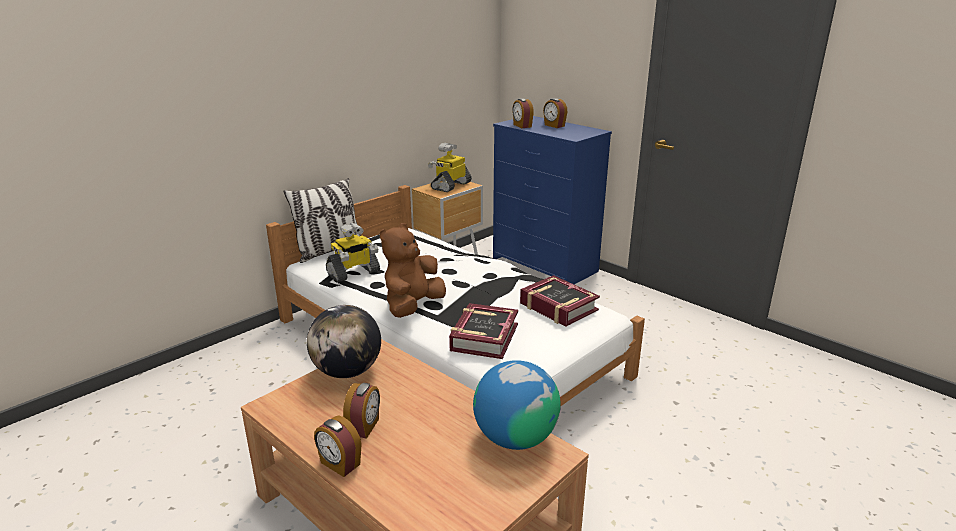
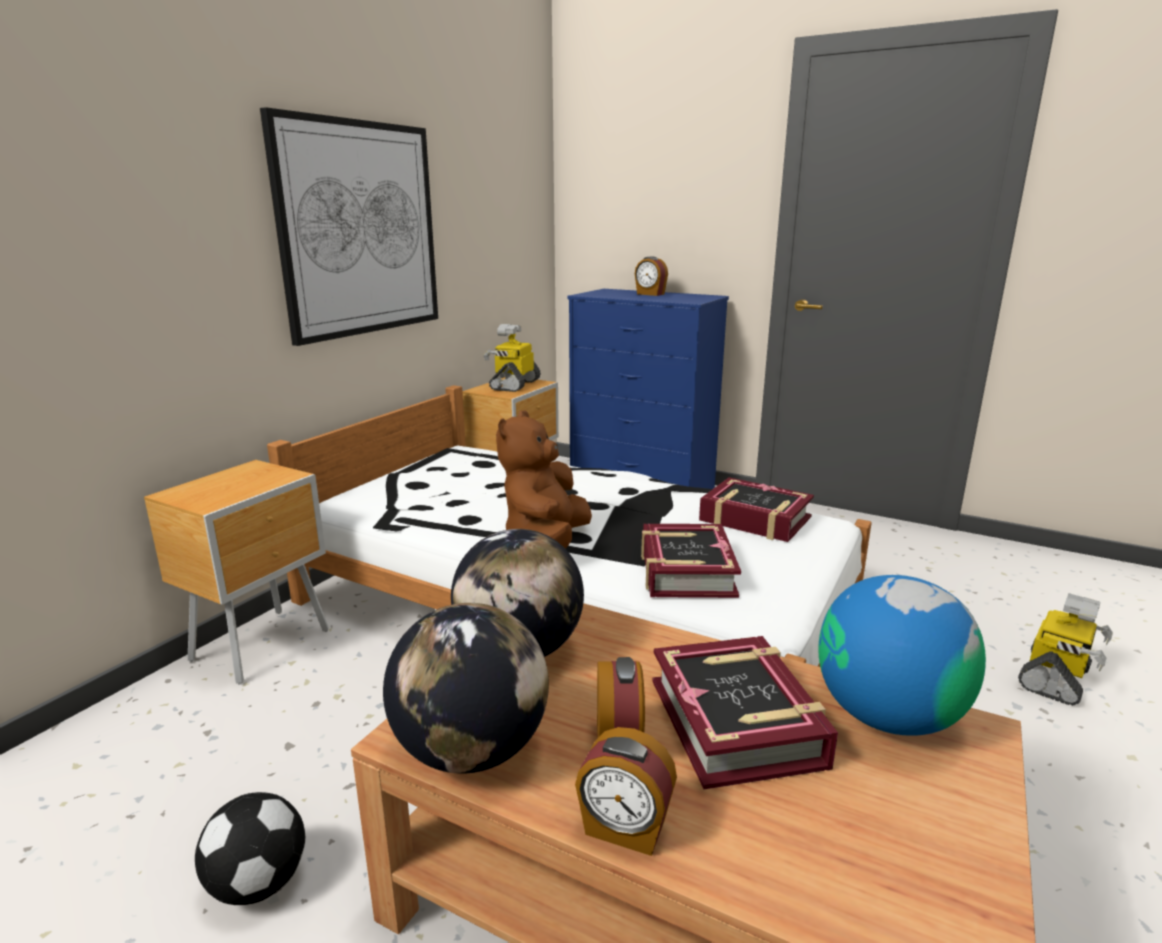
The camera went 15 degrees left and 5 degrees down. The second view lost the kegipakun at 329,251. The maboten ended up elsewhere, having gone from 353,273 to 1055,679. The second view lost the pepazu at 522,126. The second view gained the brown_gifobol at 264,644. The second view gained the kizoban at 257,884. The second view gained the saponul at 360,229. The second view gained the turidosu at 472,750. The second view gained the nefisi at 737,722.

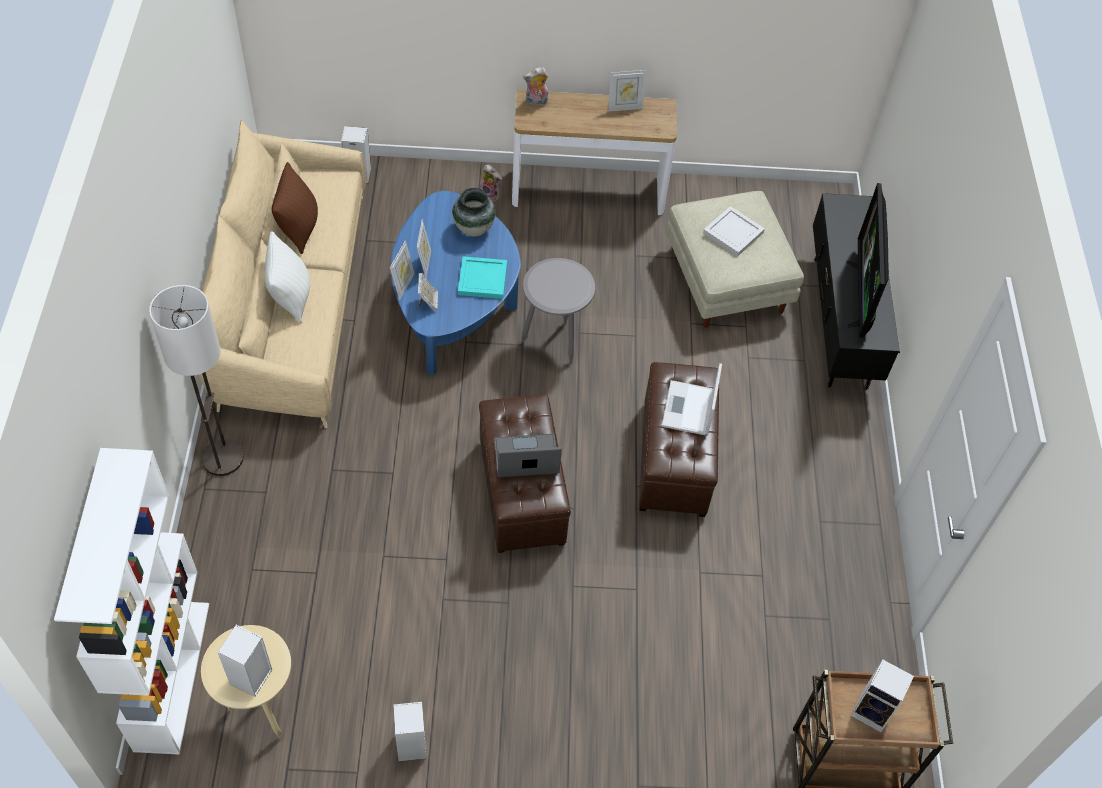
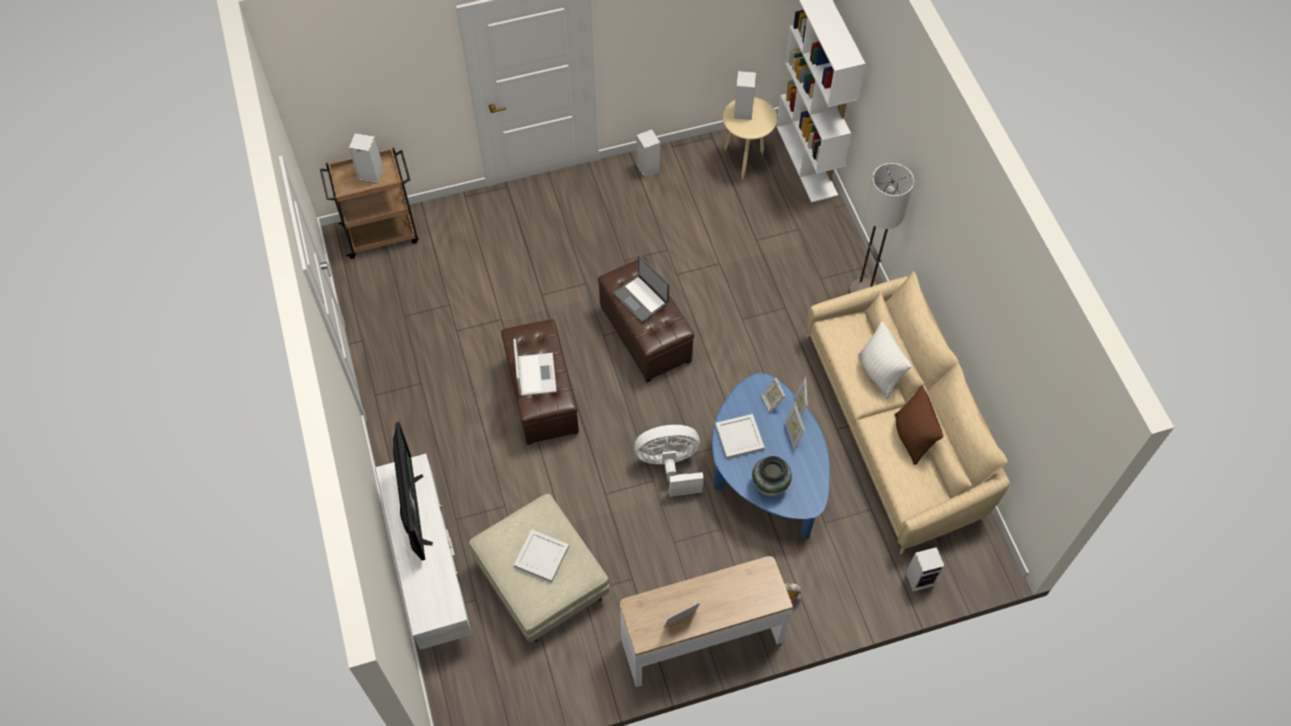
The camera went 165 degrees right and 5 degrees up. What was the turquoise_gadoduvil at 483,280 turned into the white_gadoduvil at 738,437. The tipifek at 526,458 ended up facing another way, 75 degrees clockwise from before. Where the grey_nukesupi stood at 554,340, the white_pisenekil came to stand at 670,466. The second view lost the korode at 536,102. What was the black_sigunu at 839,322 turned into the white_sigunu at 431,570.

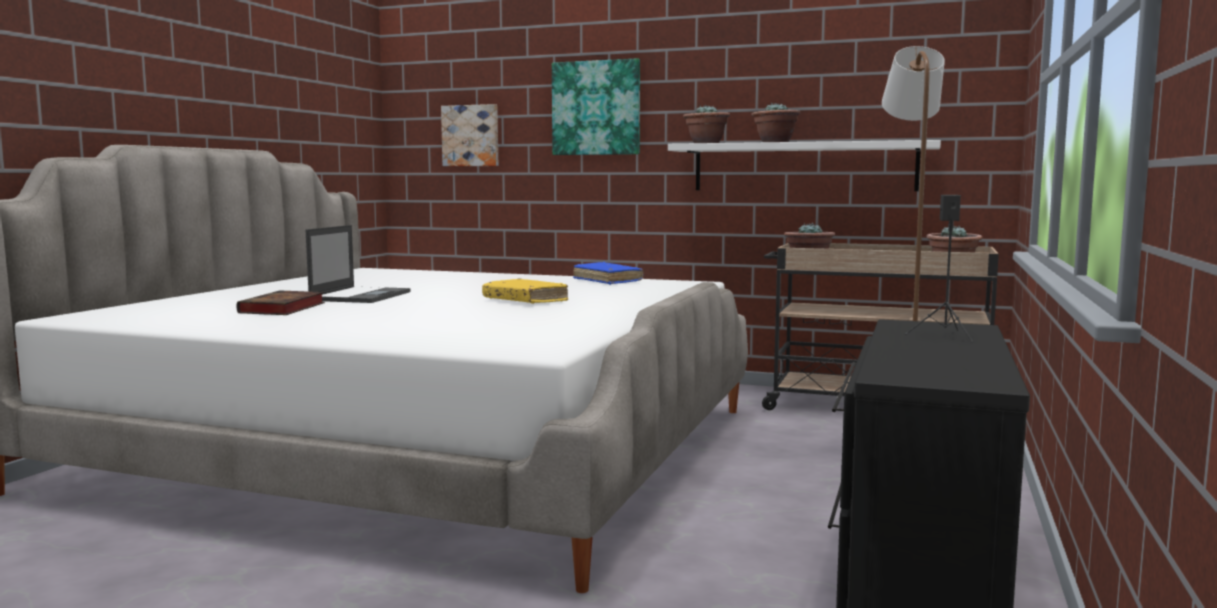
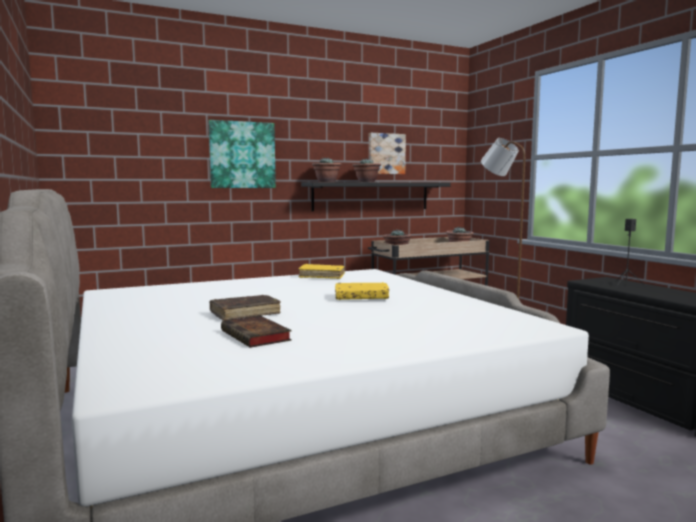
The camera went 45 degrees left and 0 degrees up. Where the tipifek stood at 361,296, the brown_nefisi came to stand at 245,314. The saponul ended up elsewhere, having gone from 471,136 to 386,154. What was the blue_nefisi at 607,281 turned into the yellow_nefisi at 322,276. What was the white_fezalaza at 803,167 turned into the black_fezalaza at 371,196.

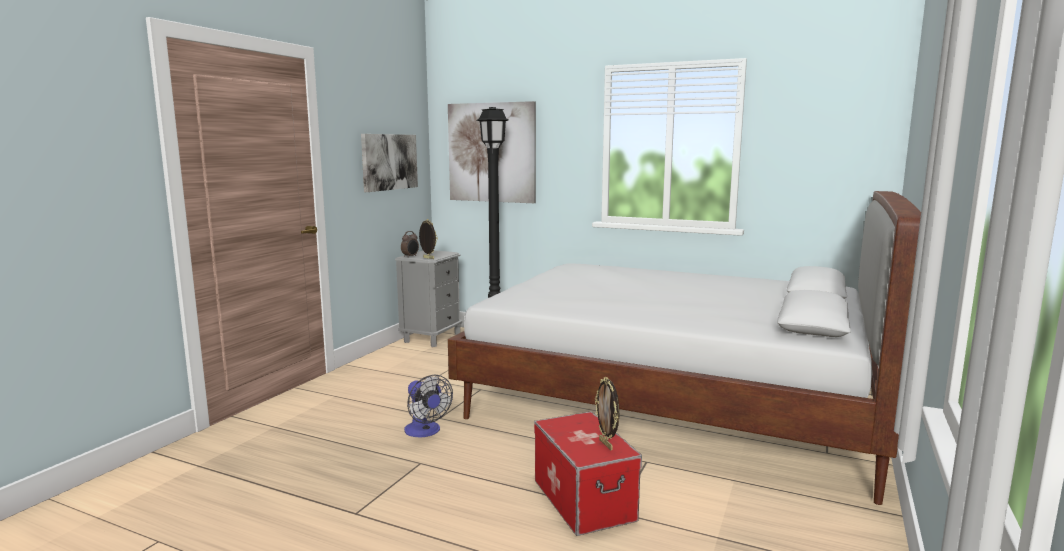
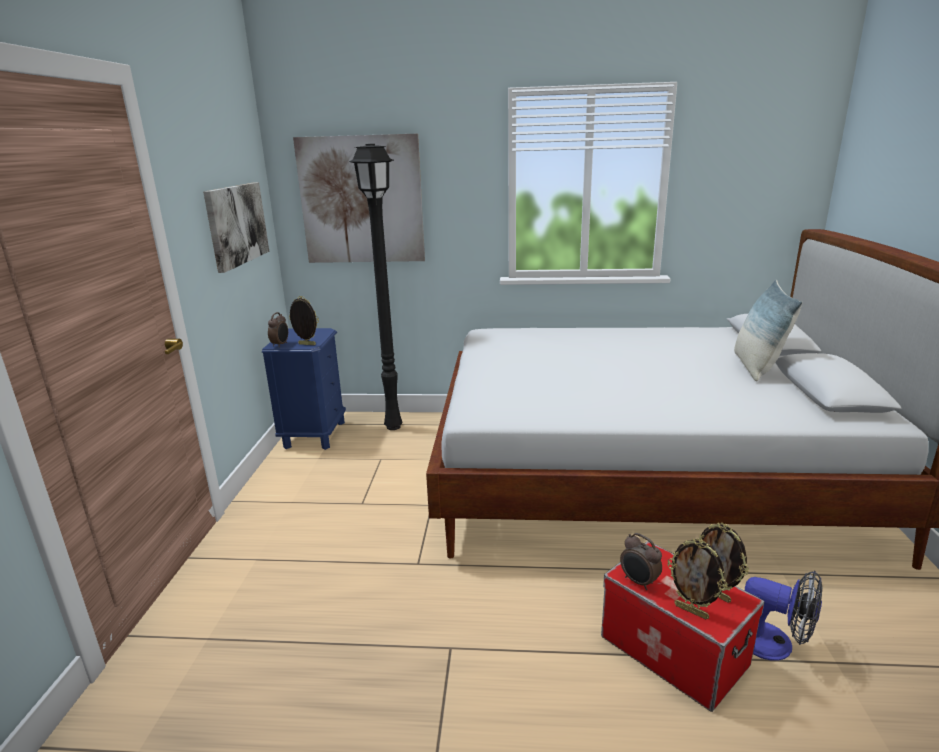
The camera went 20 degrees left and 10 degrees up. What was the grey_gifobol at 432,337 turned into the blue_gifobol at 314,434. The pisenekil ended up elsewhere, having gone from 425,432 to 774,644. The second view gained the pepazu at 638,582. The second view gained the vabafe at 691,611. The second view gained the kegipakun at 756,367.

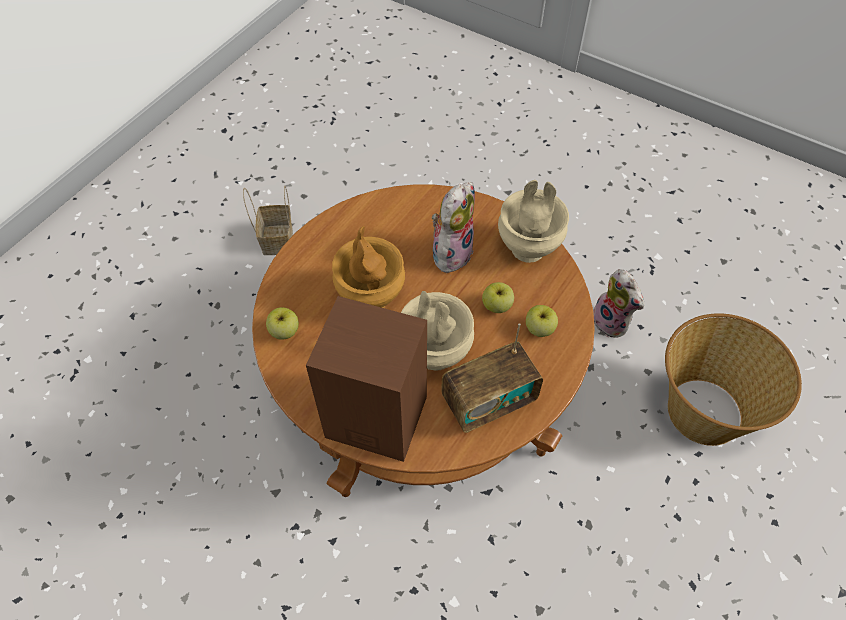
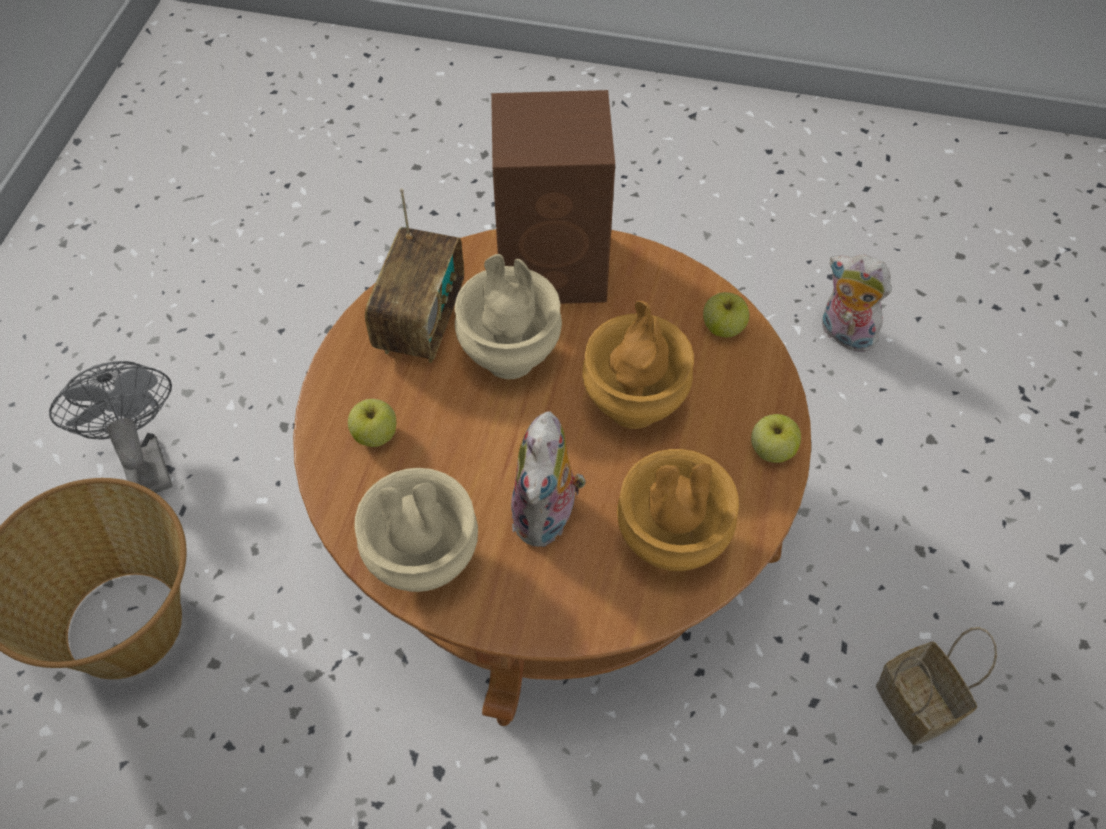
The camera went 160 degrees right and 0 degrees up. The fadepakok at 488,402 ended up facing another way, 150 degrees clockwise from before. The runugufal ended up elsewhere, having gone from 497,306 to 772,450. The korode ended up elsewhere, having gone from 612,322 to 843,335. The second view gained the grey_pisenekil at 142,460. The second view gained the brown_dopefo at 669,544.

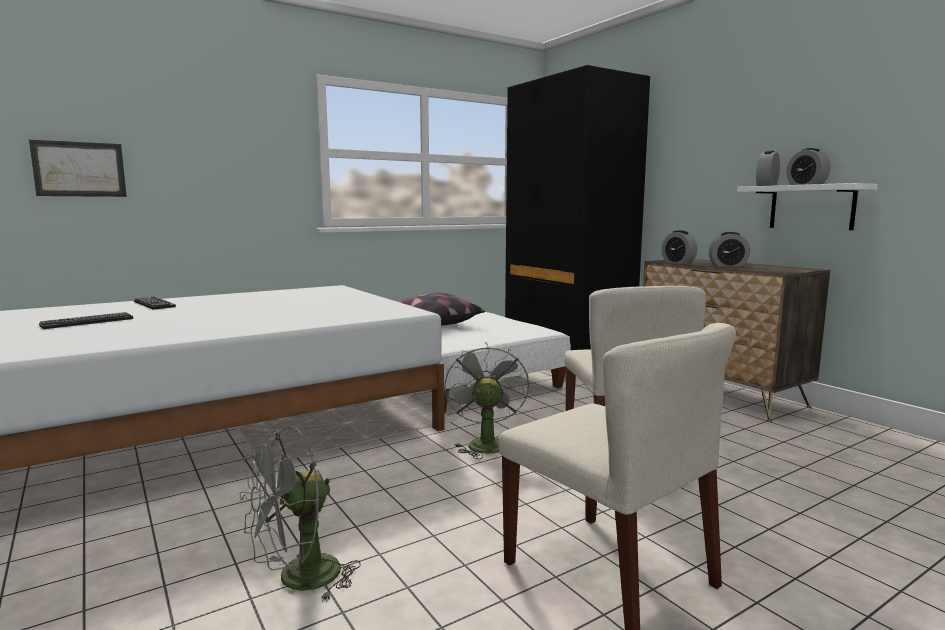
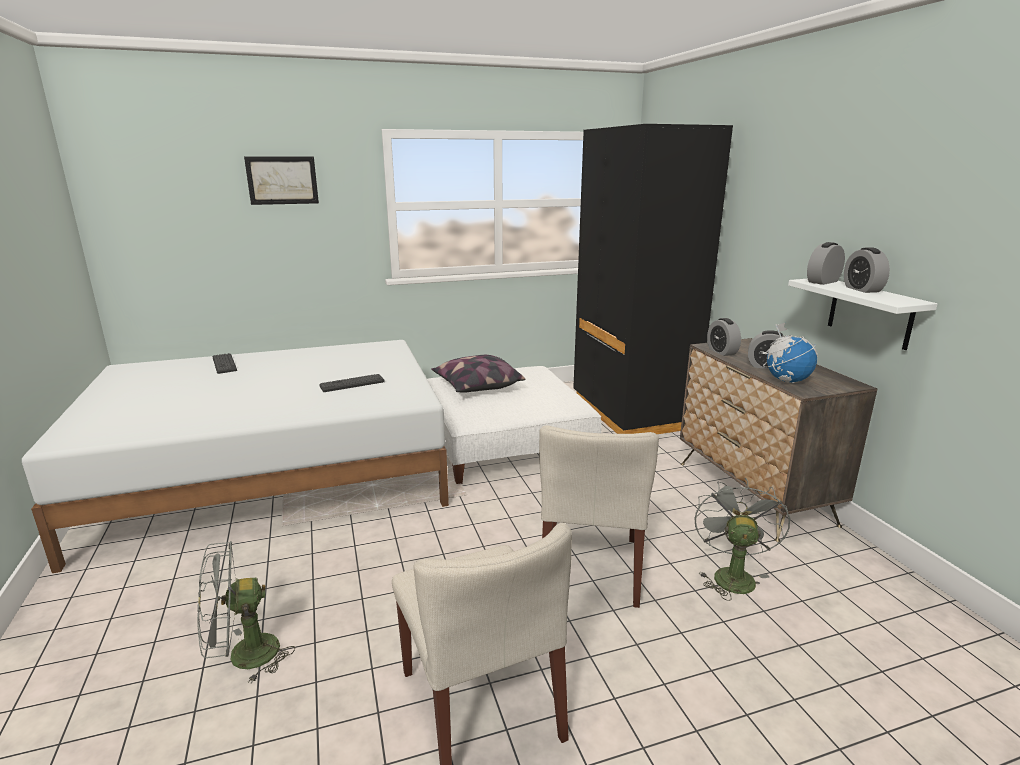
The camera went 15 degrees right and 10 degrees up. The saponul ended up elsewhere, having gone from 79,169 to 282,180. The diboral ended up elsewhere, having gone from 87,322 to 352,384. The grey_pisenekil ended up elsewhere, having gone from 484,443 to 731,575. The second view gained the turidosu at 786,380.

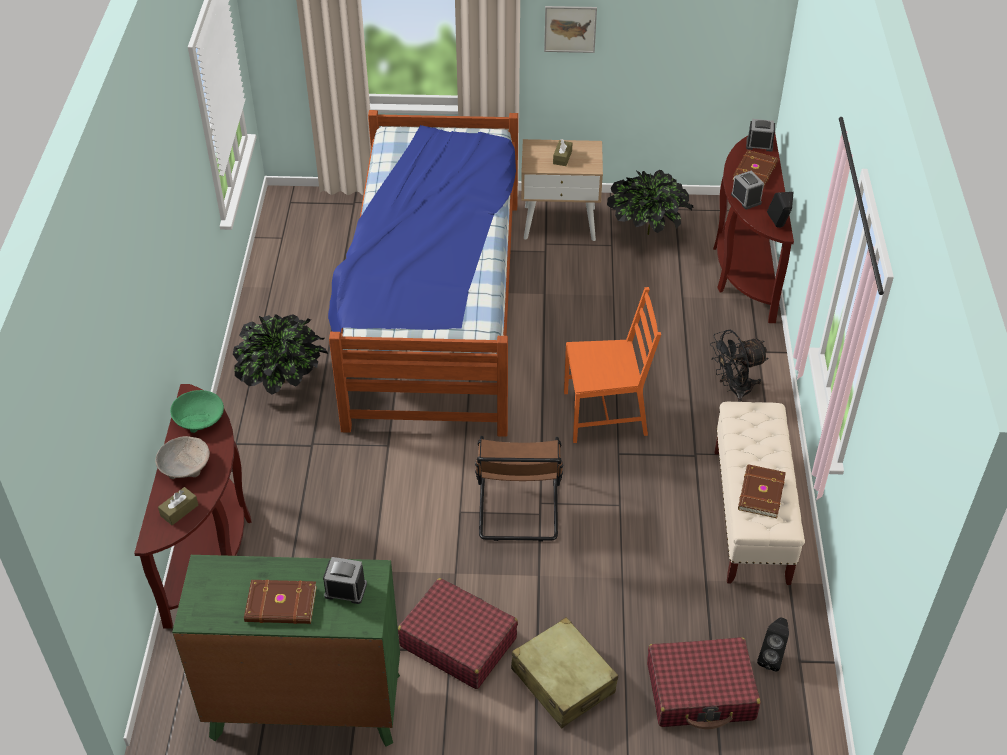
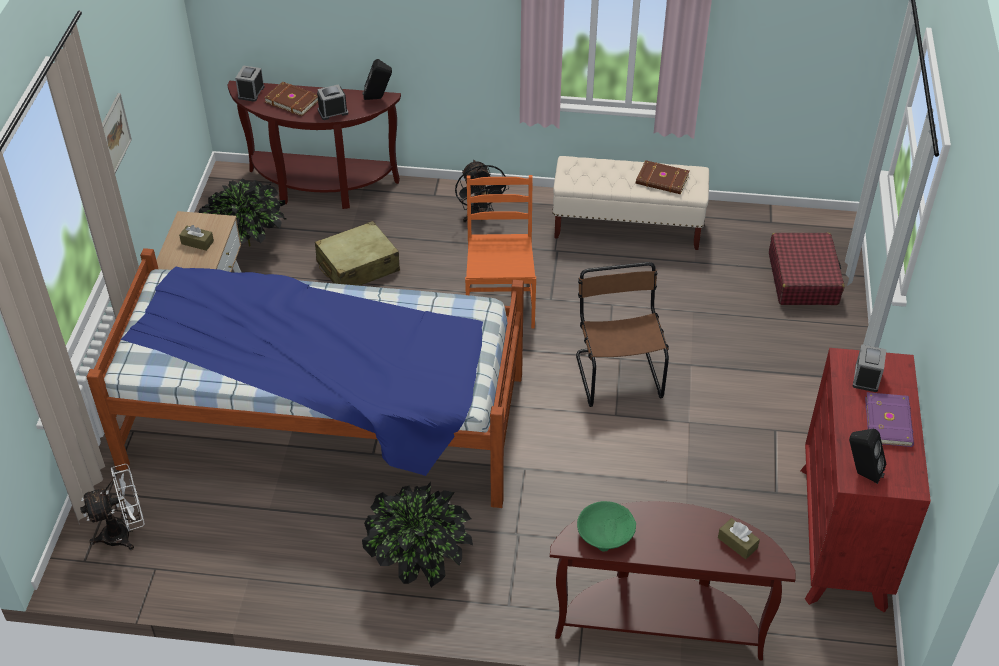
The camera went 85 degrees left and 0 degrees up. The second view lost the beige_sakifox at 184,465. What was the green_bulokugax at 305,706 turned into the red_bulokugax at 842,536. What was the brown_nefisi at 281,605 turned into the purple_nefisi at 889,421. The second view lost the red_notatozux at 458,641. The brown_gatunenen at 518,512 ended up facing another way, 105 degrees counterclockwise from before. The beige_notatozux ended up elsewhere, having gone from 563,681 to 357,267. The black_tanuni ended up elsewhere, having gone from 771,657 to 861,473. The second view gained the white_pisenekil at 124,533.

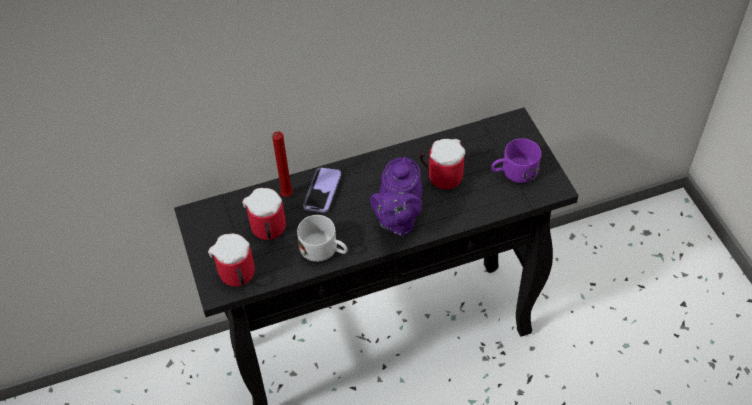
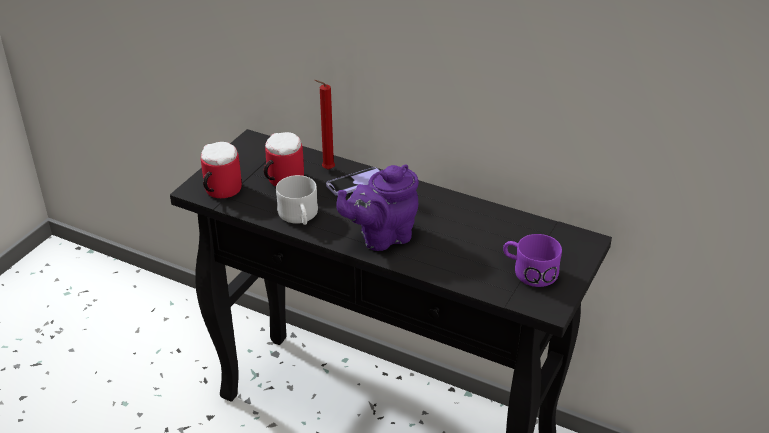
The camera went 45 degrees right and 15 degrees down. The second view lost the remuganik at 441,175.

